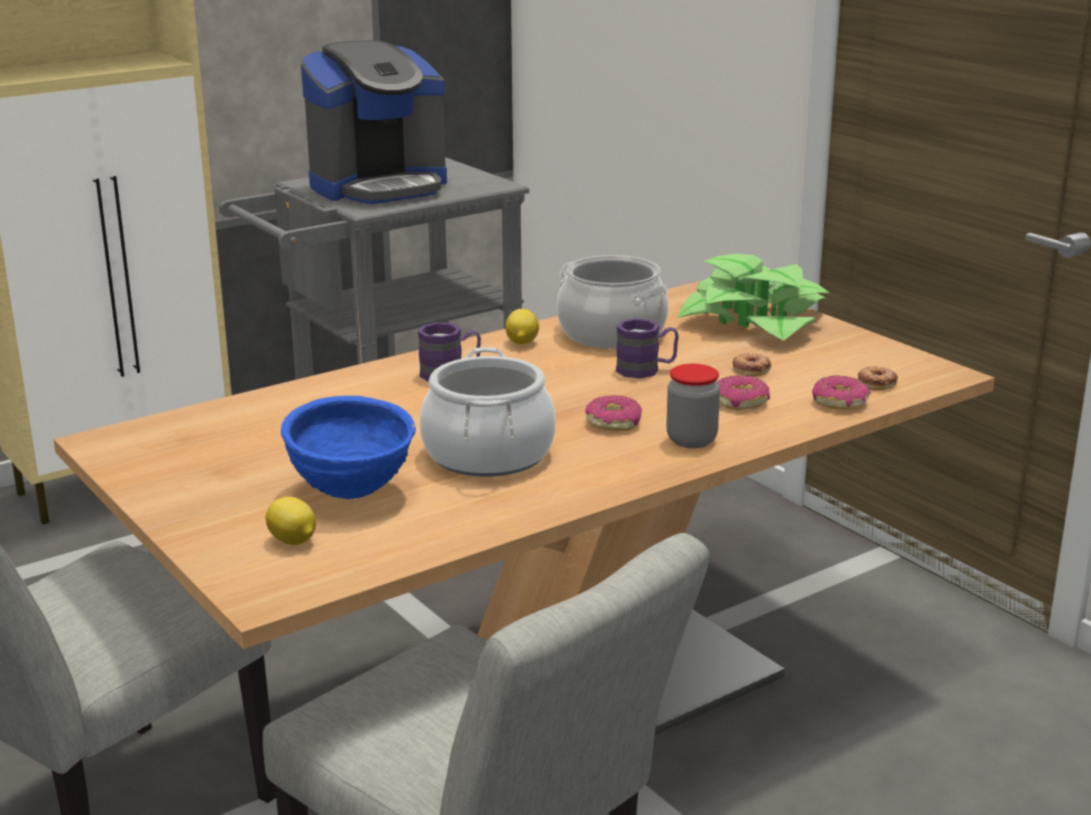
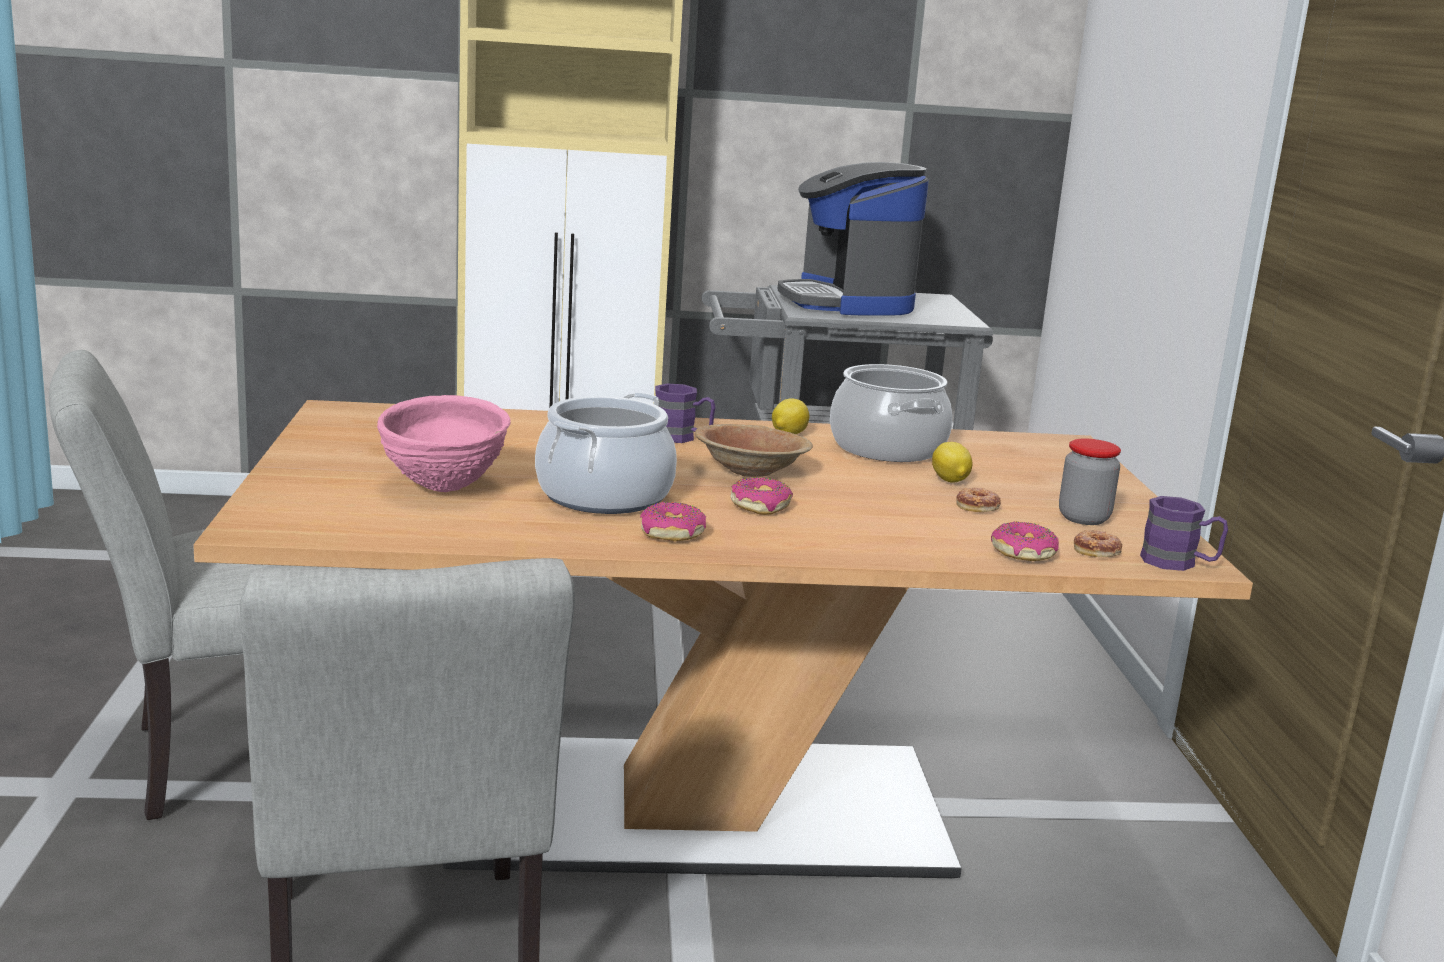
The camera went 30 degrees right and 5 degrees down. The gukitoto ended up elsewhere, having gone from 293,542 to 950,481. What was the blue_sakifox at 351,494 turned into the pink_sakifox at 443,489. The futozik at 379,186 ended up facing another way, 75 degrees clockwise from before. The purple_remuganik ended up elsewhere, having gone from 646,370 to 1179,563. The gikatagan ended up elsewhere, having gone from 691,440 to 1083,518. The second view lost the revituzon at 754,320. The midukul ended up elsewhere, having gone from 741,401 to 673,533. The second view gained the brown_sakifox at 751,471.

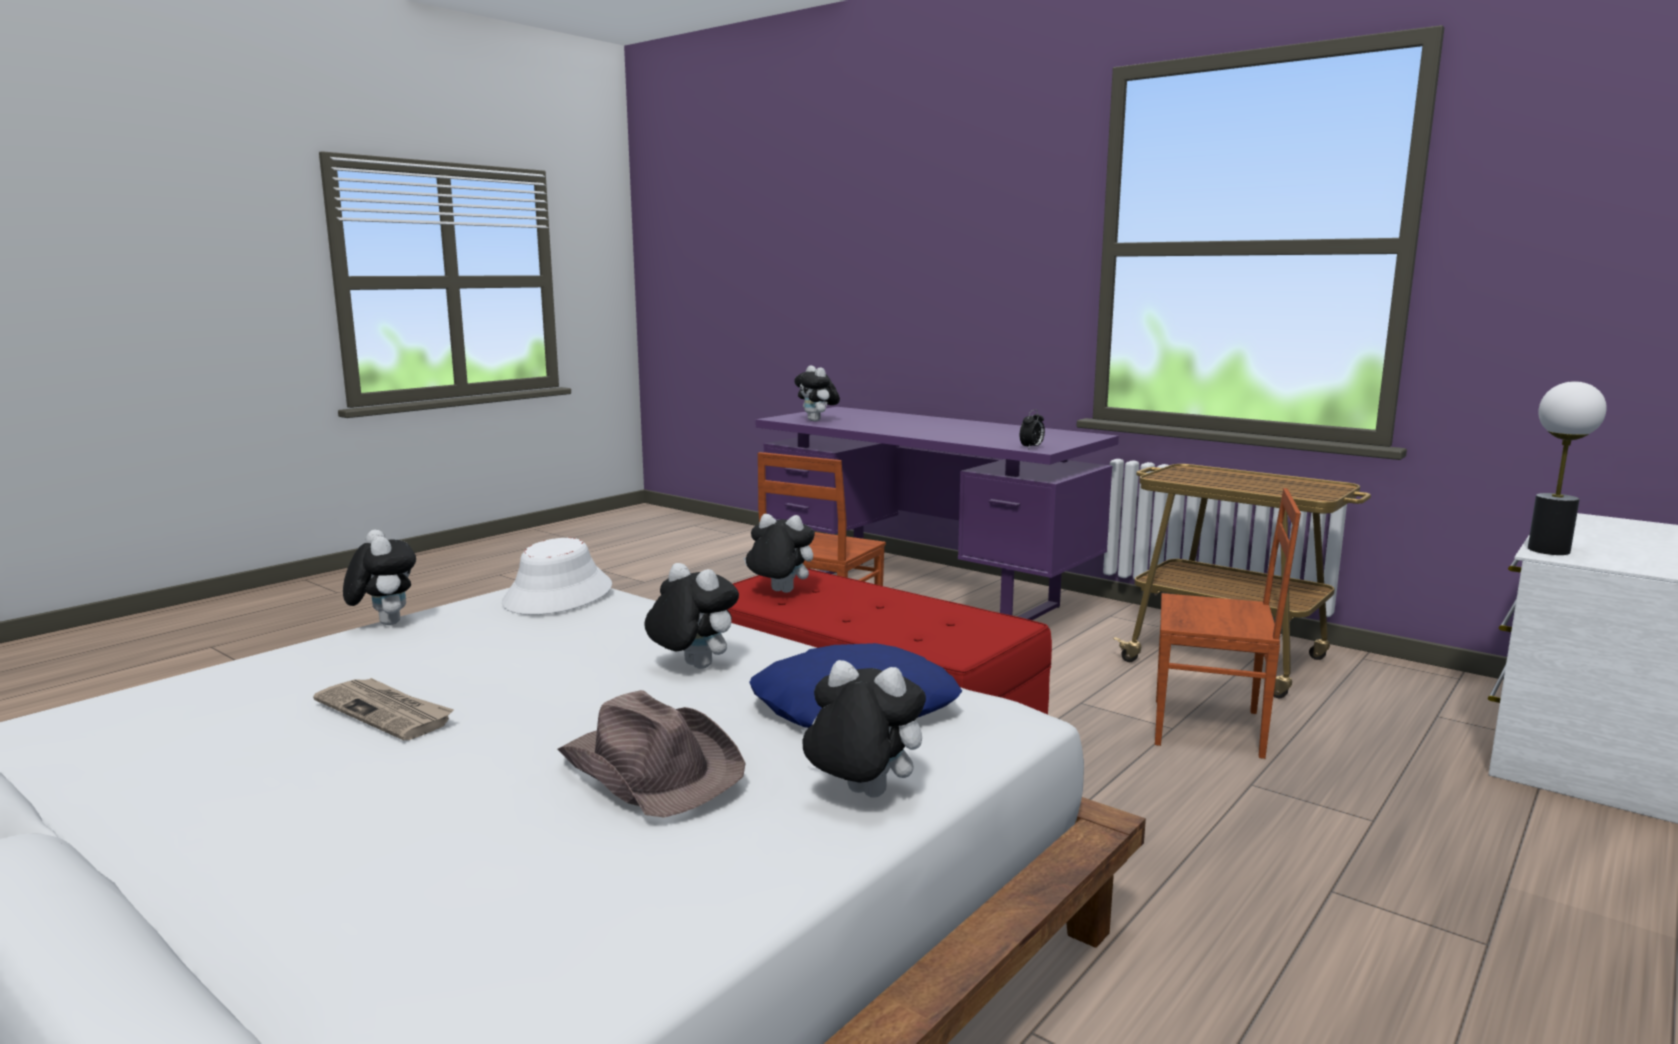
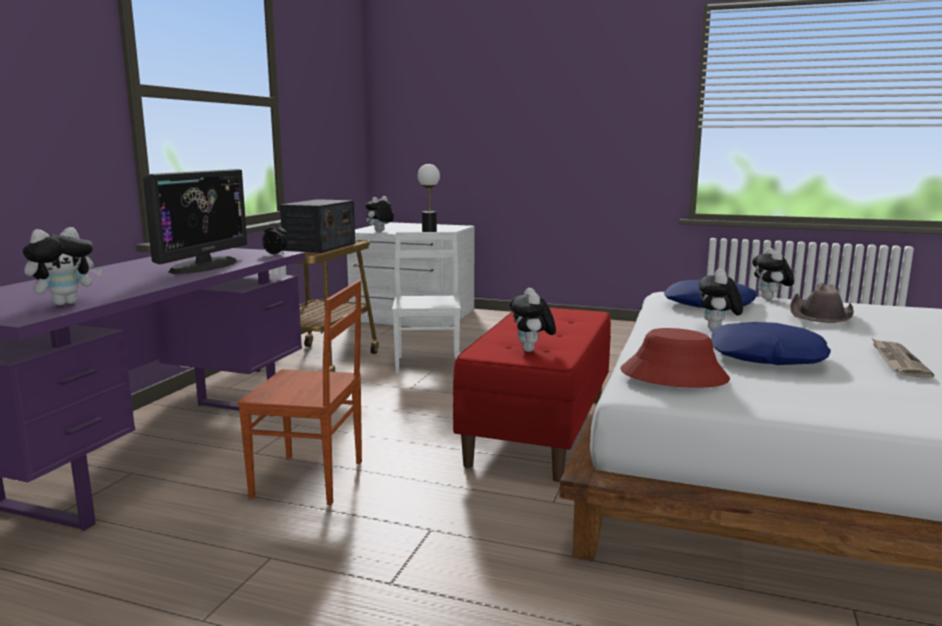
The camera went 110 degrees left and 0 degrees up. The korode ended up elsewhere, having gone from 384,623 to 380,231. What was the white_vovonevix at 558,595 turned into the red_vovonevix at 674,375. What was the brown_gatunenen at 1210,729 turned into the white_gatunenen at 428,364. The second view gained the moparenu at 203,266. The second view gained the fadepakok at 320,247. The second view gained the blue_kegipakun at 766,357.

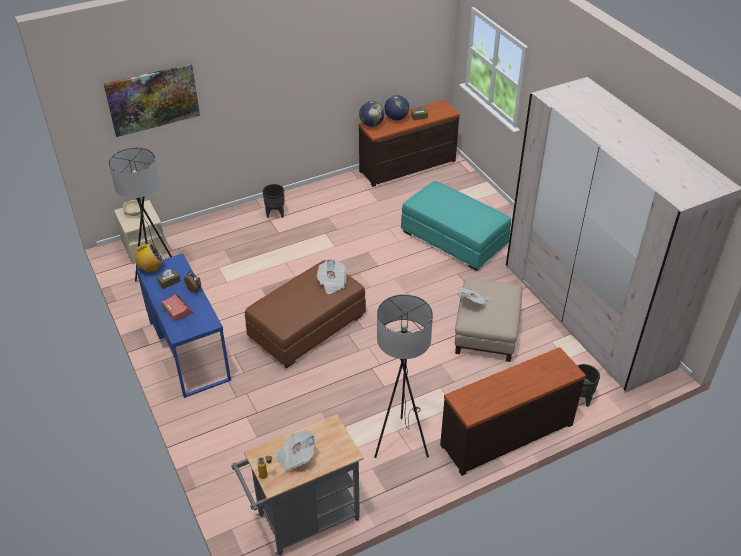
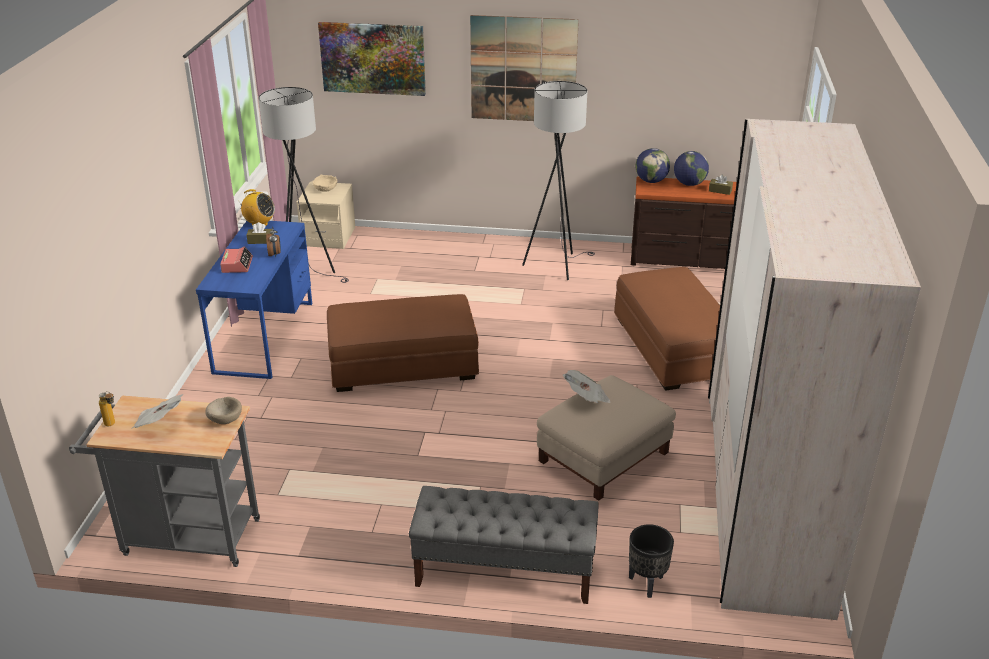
The camera went 35 degrees right and 10 degrees down. The second view lost the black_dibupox at 275,214. The second view lost the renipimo at 332,283. The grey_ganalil ended up elsewhere, having gone from 400,440 to 556,264. What was the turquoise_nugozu at 454,238 turned into the brown_nugozu at 673,348. Where the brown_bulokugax stood at 506,433, the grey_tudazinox came to stand at 504,572. The second view gained the beige_sakifox at 225,419. The second view gained the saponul at 523,69.

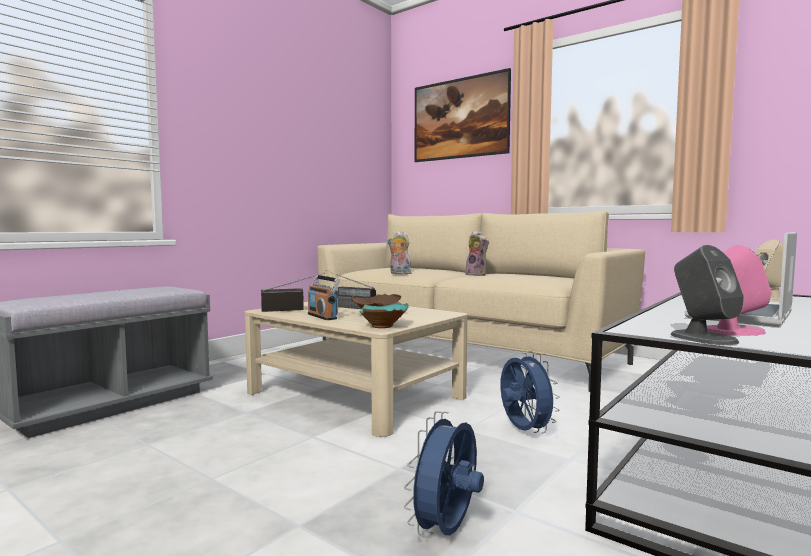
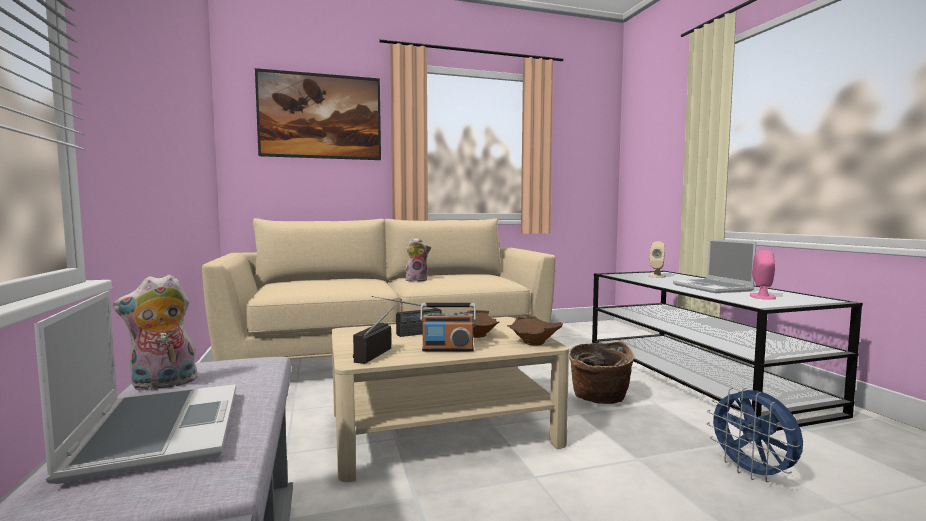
The camera went 55 degrees left and 0 degrees up. What was the turquoise_sakifox at 384,326 turned into the brown_sakifox at 535,342. The korode ended up elsewhere, having gone from 399,273 to 163,384. Where the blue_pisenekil stood at 523,431, the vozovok came to stand at 599,399. The second view lost the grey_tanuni at 702,338. The second view gained the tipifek at 157,431.

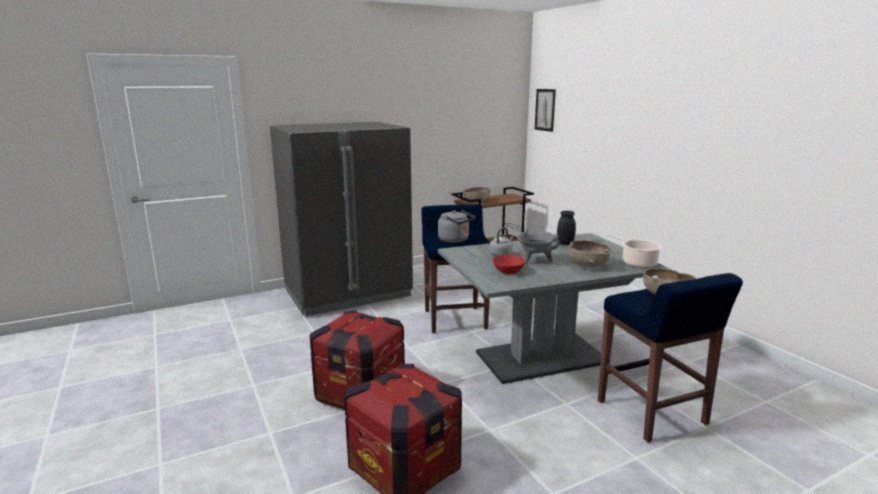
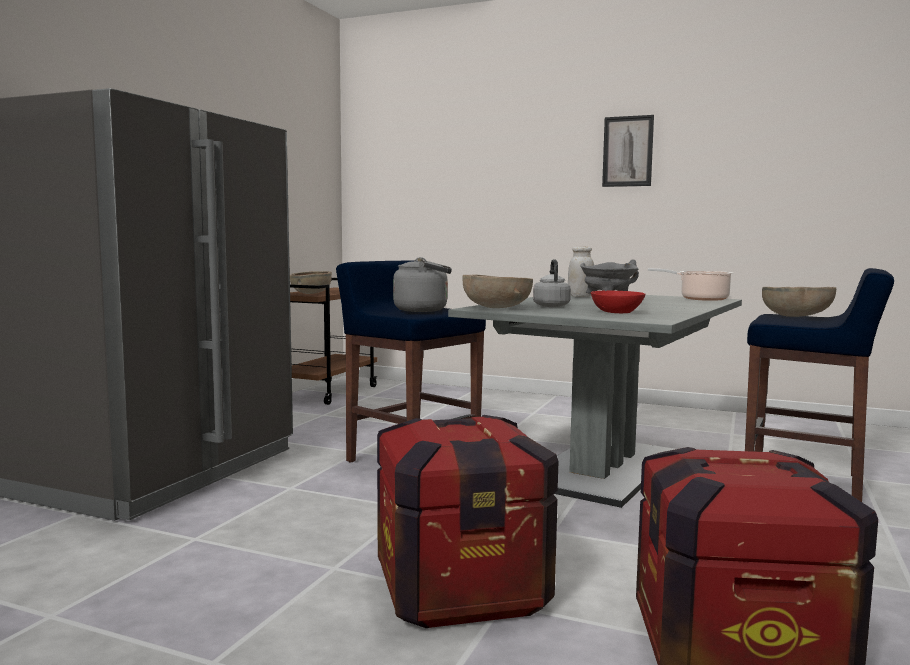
The camera went 40 degrees left and 10 degrees down. The saponul ended up elsewhere, having gone from 545,110 to 627,151. What was the black_gikatagan at 565,243 turned into the white_gikatagan at 580,296. The brown_sakifox ended up elsewhere, having gone from 587,265 to 495,308.

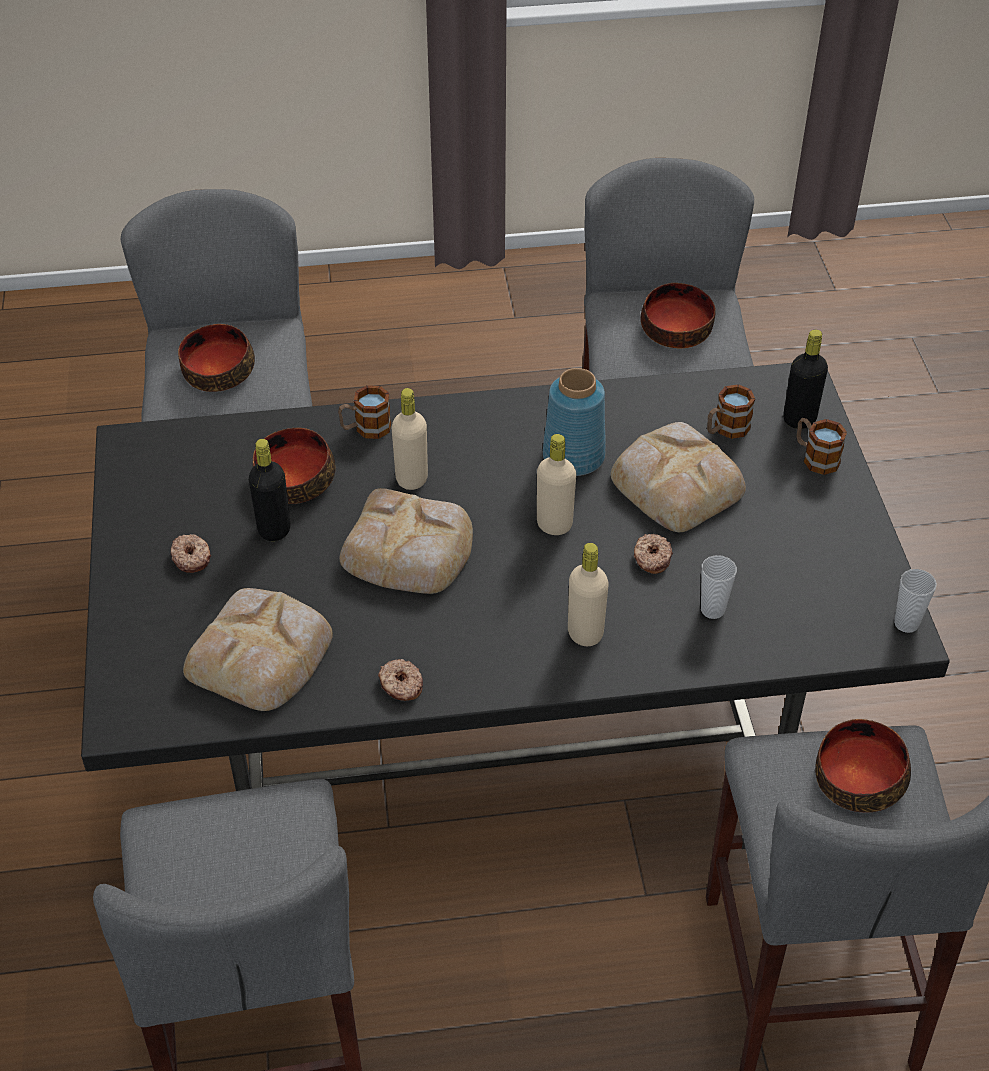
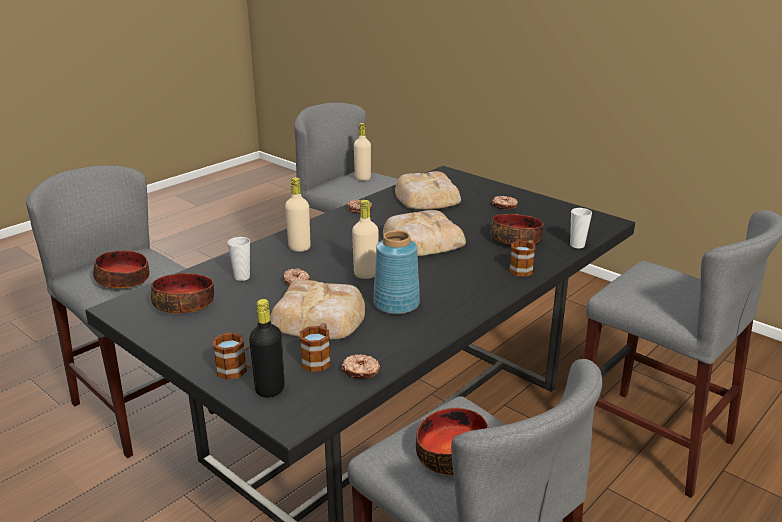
The camera went 140 degrees right and 20 degrees down. The sakifox ended up elsewhere, having gone from 217,371 to 185,305. The second view lost the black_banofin at 274,529. The beige_banofin ended up elsewhere, having gone from 411,479 to 362,178. The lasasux ended up elsewhere, having gone from 906,623 to 577,245. The second view gained the midukul at 360,372.

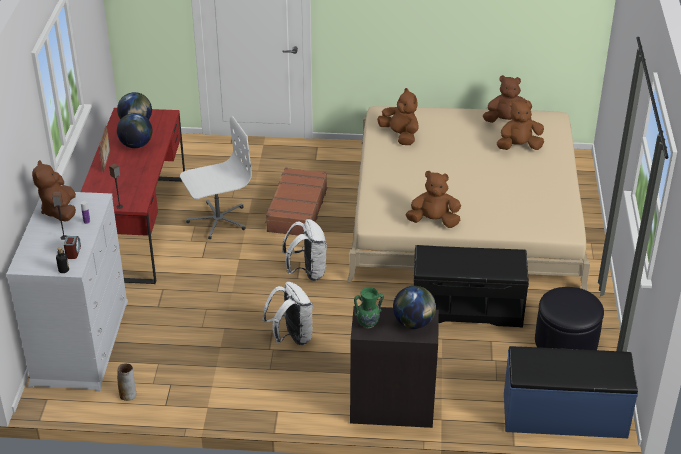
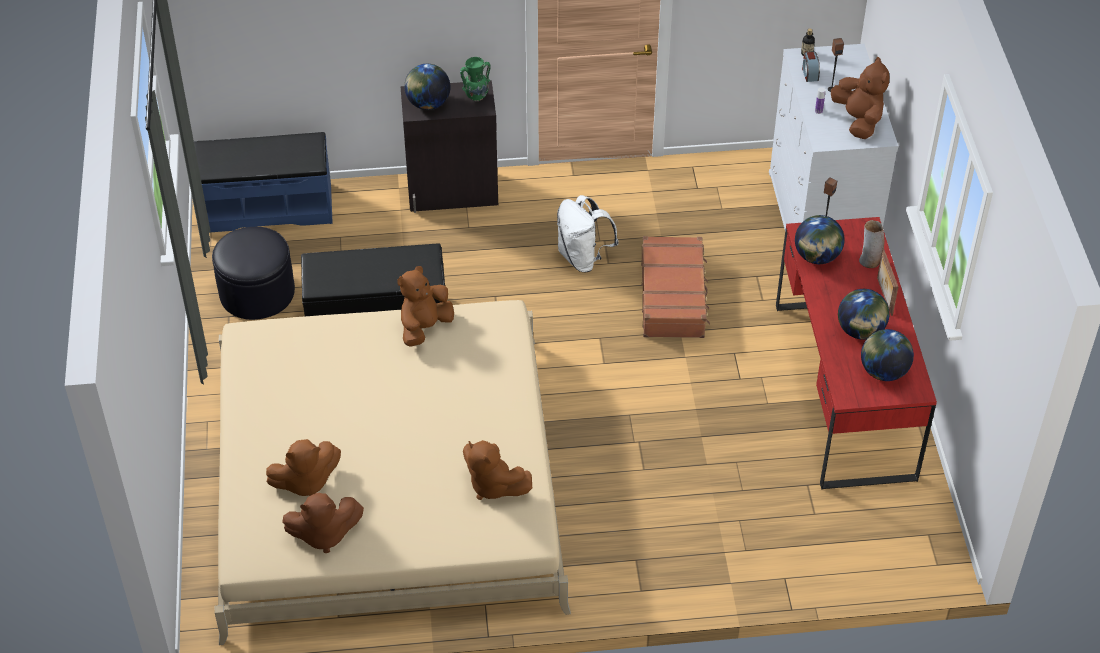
The camera went 170 degrees right and 10 degrees up. The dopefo ended up elsewhere, having gone from 128,394 to 869,262. The second view lost the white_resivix at 217,220. The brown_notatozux ended up elsewhere, having gone from 296,210 to 673,296. The second view lost the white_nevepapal at 307,272. The brown_korode at 433,221 ended up facing another way, 135 degrees clockwise from before. The second view gained the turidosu at 817,257.

